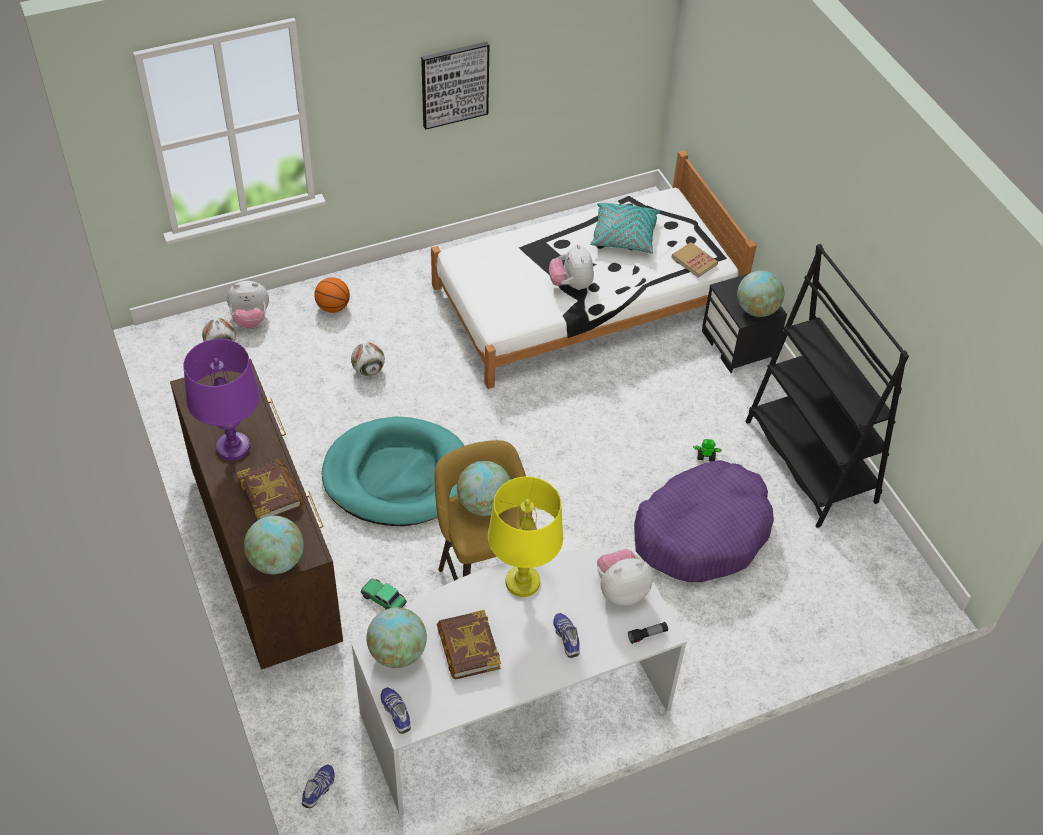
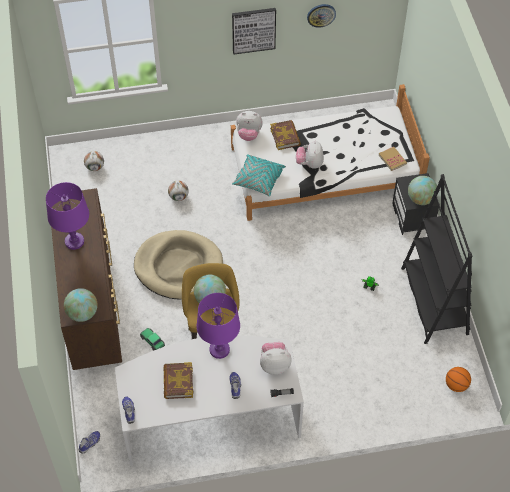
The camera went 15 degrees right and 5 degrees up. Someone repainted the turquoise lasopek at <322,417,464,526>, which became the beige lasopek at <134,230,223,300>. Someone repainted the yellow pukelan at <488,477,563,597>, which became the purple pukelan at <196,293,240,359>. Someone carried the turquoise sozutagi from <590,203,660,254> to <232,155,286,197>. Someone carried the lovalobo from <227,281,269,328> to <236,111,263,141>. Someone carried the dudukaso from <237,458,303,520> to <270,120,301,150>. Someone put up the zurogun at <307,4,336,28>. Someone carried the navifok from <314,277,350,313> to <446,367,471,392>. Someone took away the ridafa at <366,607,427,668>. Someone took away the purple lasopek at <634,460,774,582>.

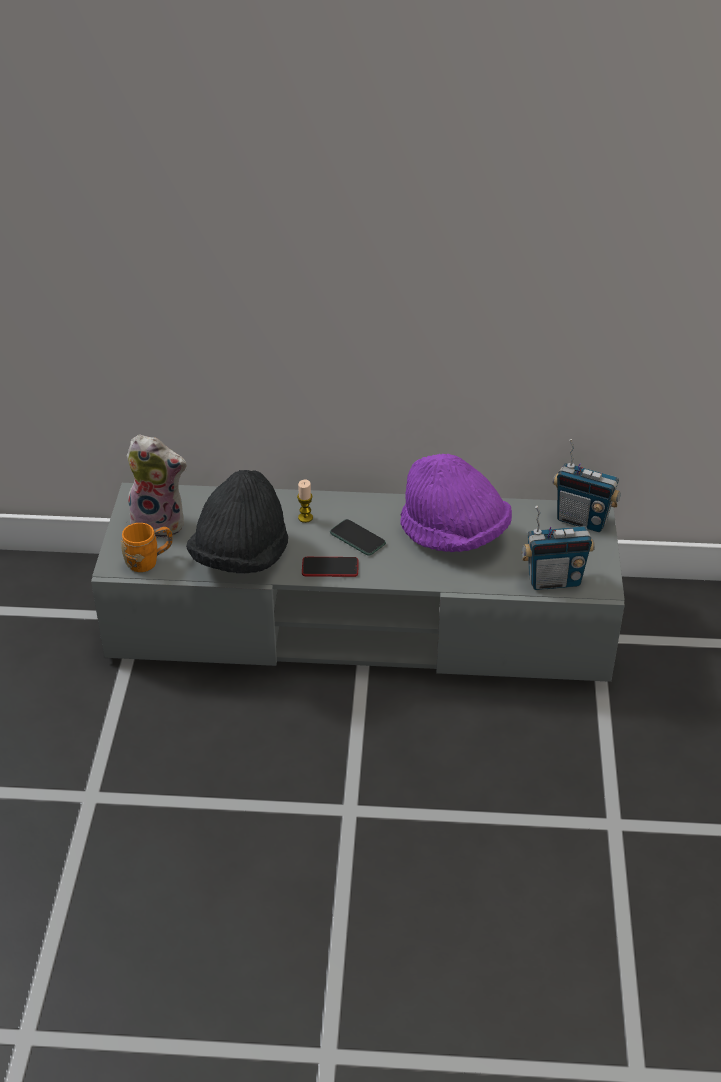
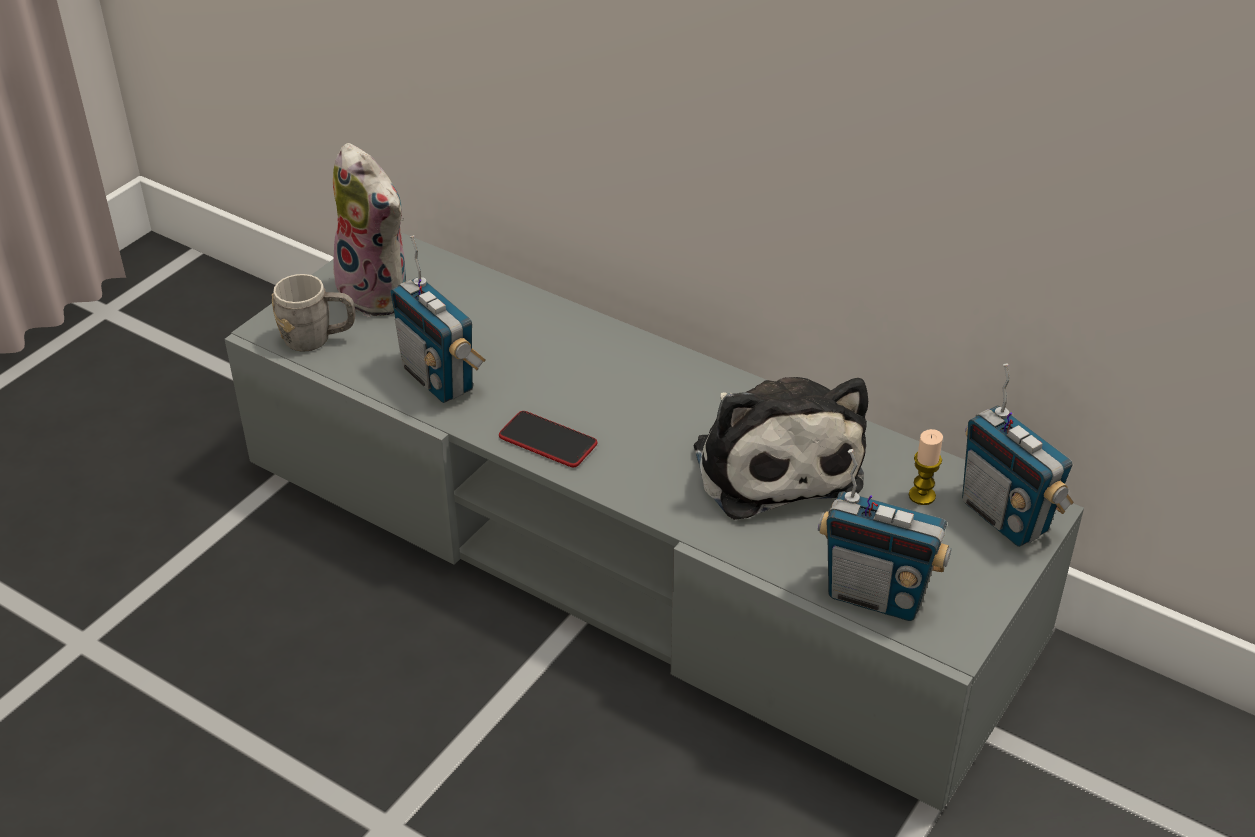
The camera went 30 degrees right and 0 degrees up. Someone repainted the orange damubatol at <121,523,173,572>, which became the grey damubatol at <272,274,355,352>. Someone swapped the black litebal at <186,470,288,573> for the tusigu at <390,235,486,403>. Someone swapped the purple litebal at <400,454,512,552> for the lovalobo at <693,377,868,520>. Someone carried the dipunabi from <297,480,313,523> to <909,429,943,505>. Someone took away the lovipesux at <330,519,386,556>.

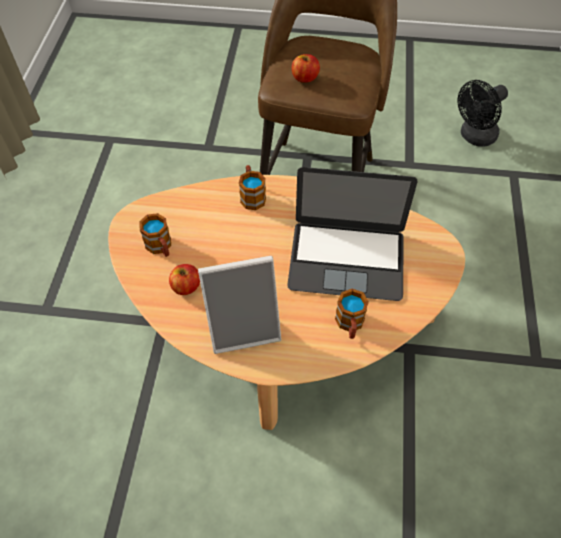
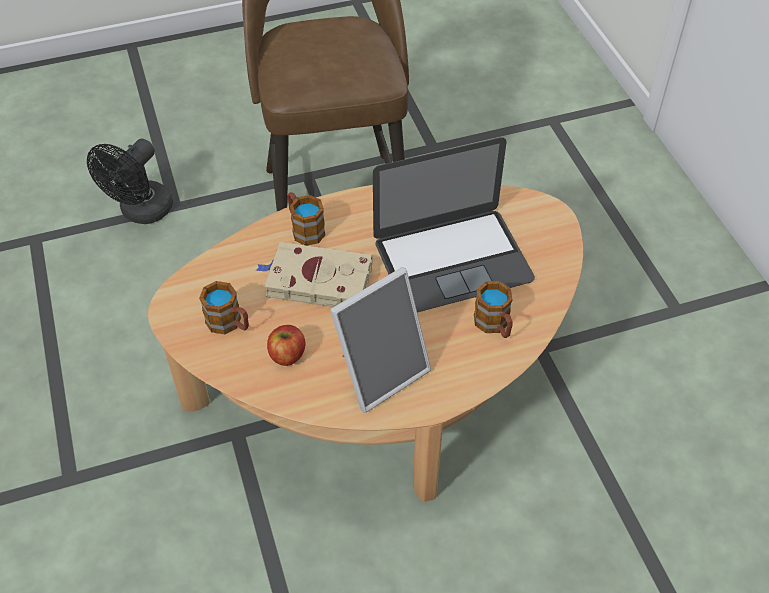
The camera went 25 degrees left and 5 degrees down. Someone carried the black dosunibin from <458,80,508,147> to <87,138,173,224>. Someone put down the beige dudukaso at <256,242,373,307>. Someone took away the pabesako at <292,54,320,83>.

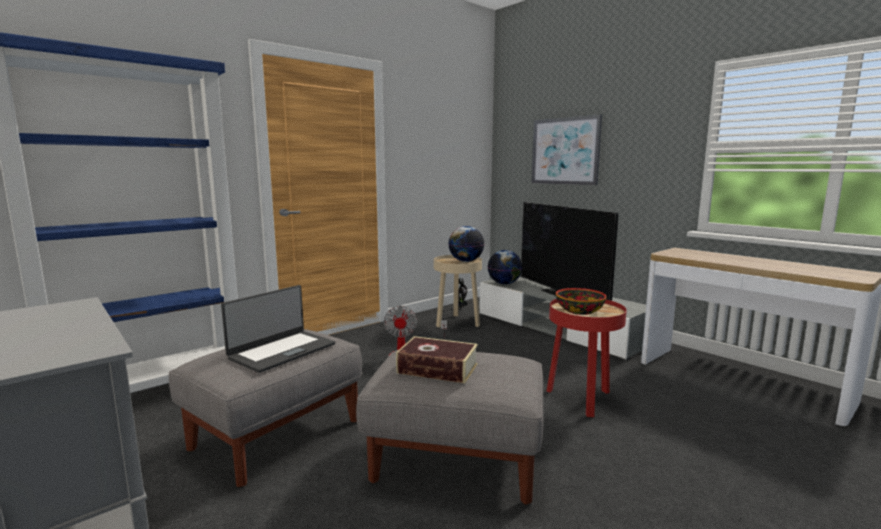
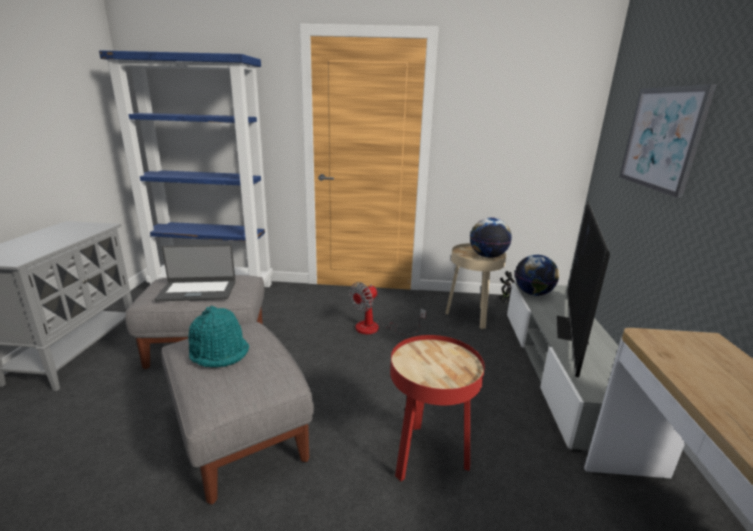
The camera went 45 degrees right and 10 degrees up. Someone swapped the dudukaso at <396,336,478,383> for the turquoise litebal at <188,306,249,367>. Someone took away the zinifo at <556,288,607,315>.

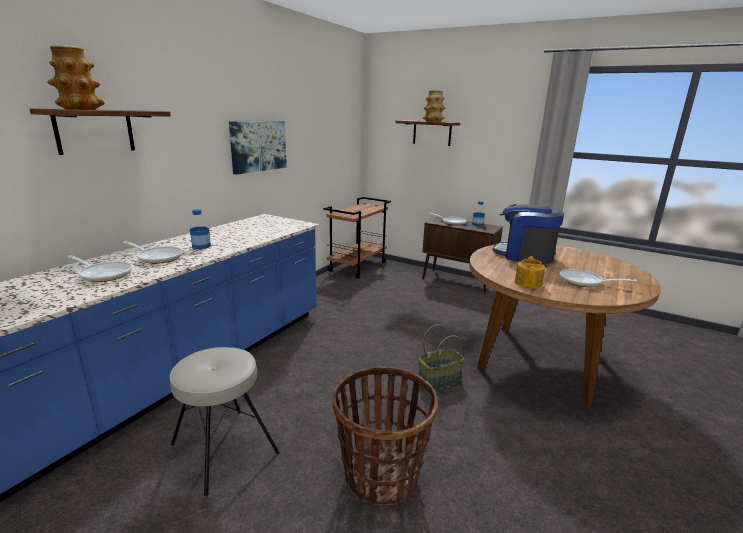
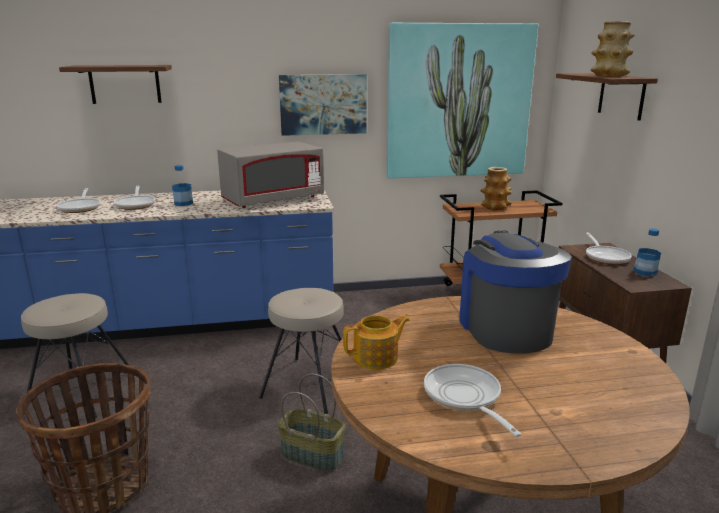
The camera went 50 degrees right and 0 degrees up. Someone put down the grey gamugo at <217,141,324,208>. Someone put down the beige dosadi at <259,288,344,414>. Someone put up the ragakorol at <387,23,538,178>. Someone carried the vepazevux from <47,45,104,110> to <480,167,512,210>.

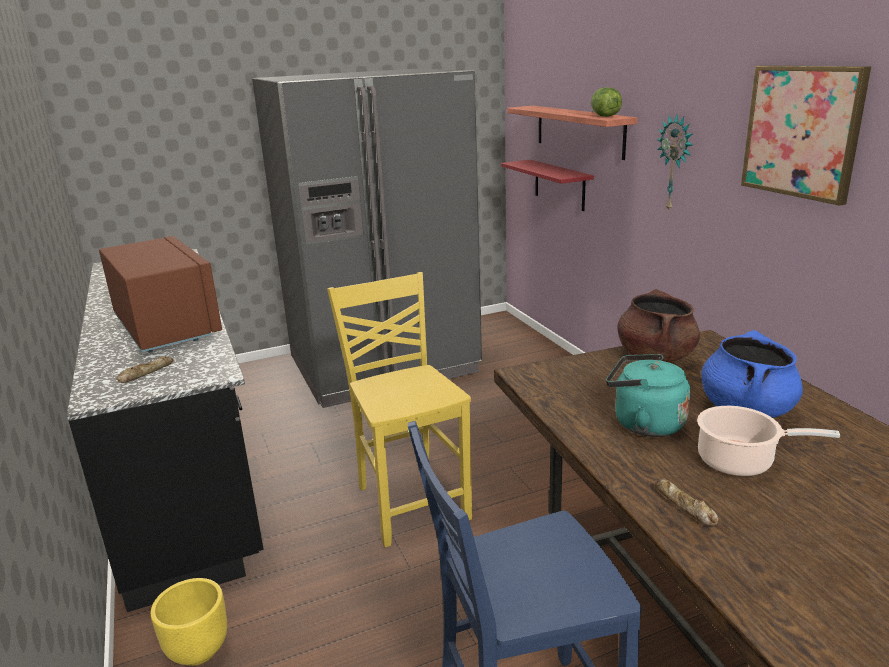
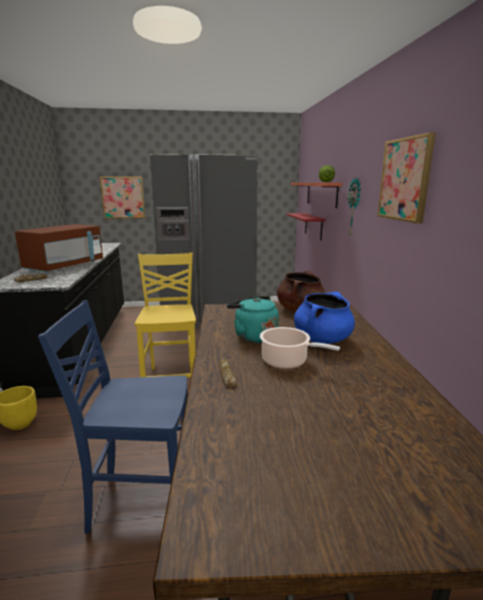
The camera went 15 degrees right and 5 degrees down. Someone rotated the brown gamugo at <99,236,222,353> by 45 degrees clockwise. Someone put up the ragakorol at <100,177,145,219>.

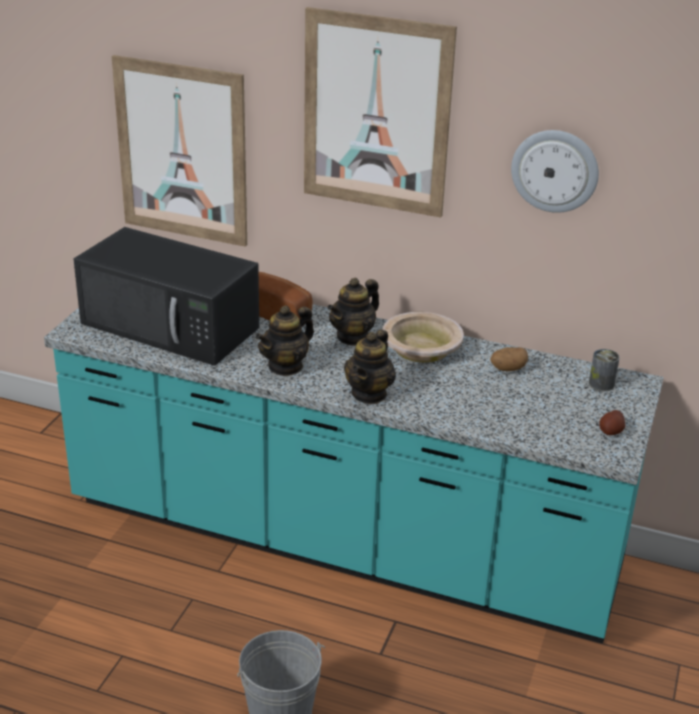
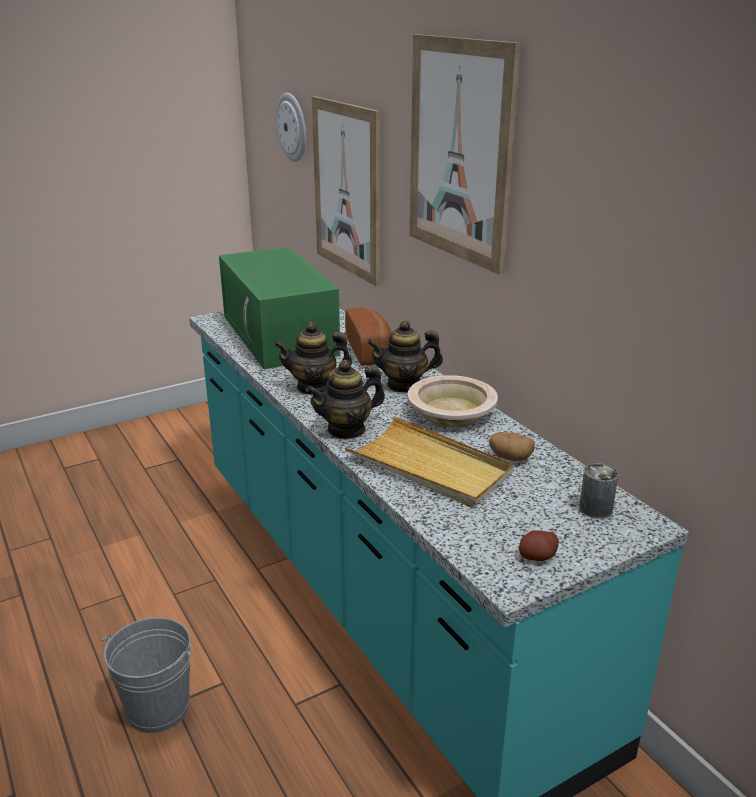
The camera went 40 degrees right and 5 degrees down. Someone repainted the black gamugo at <73,227,259,366>, which became the green gamugo at <219,247,340,369>. Someone carried the zurogun from <511,130,599,213> to <276,93,306,162>. Someone put down the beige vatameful at <345,416,514,507>.

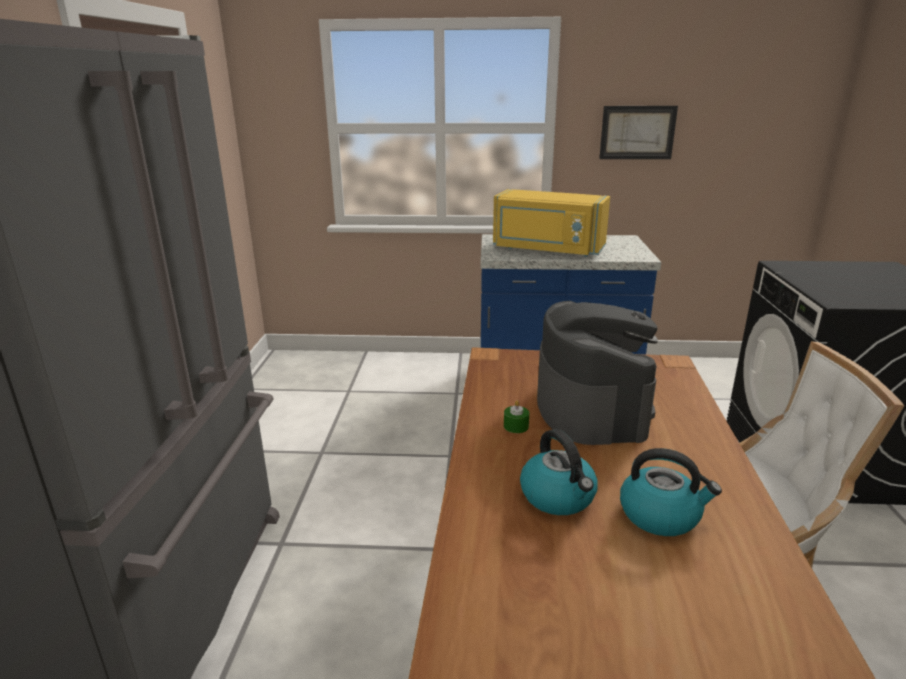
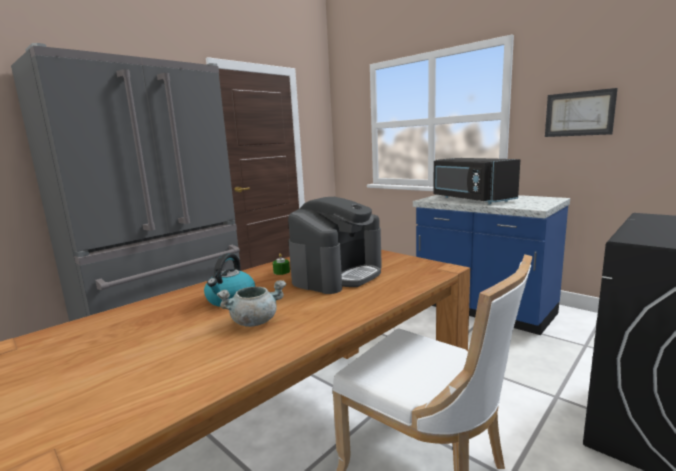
The camera went 40 degrees right and 10 degrees down. Someone swapped the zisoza at <620,448,722,536> for the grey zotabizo at <216,281,286,327>. Someone repainted the yellow gamugo at <493,189,610,257>, which became the black gamugo at <433,158,520,204>.

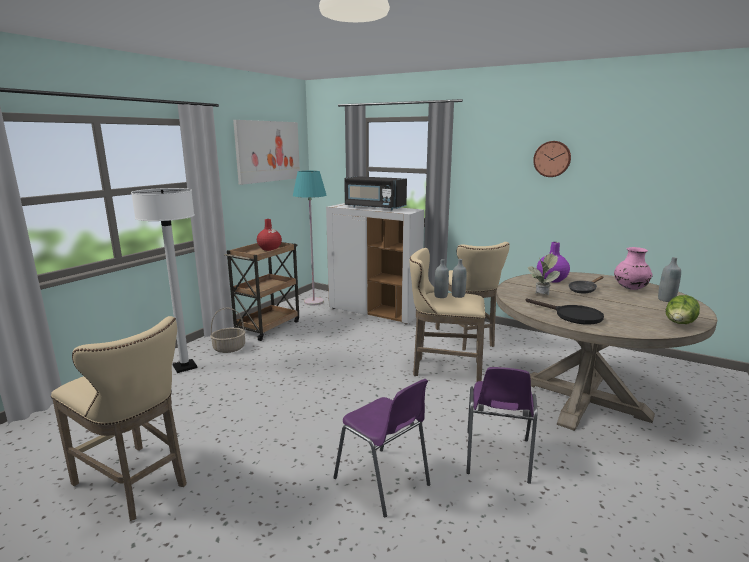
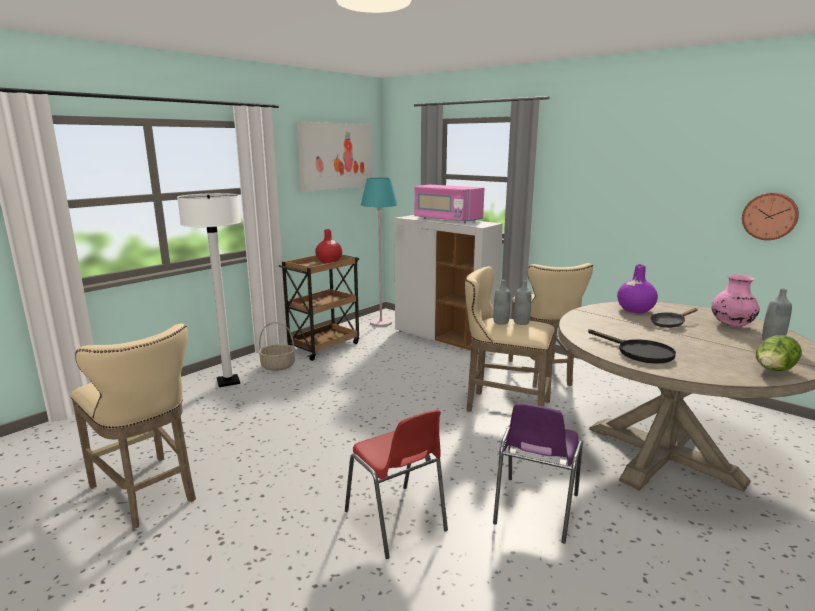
The camera went 10 degrees right and 0 degrees up. Someone repainted the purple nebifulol at <333,379,430,517>, which became the red nebifulol at <345,409,448,559>. Someone repainted the black gamugo at <344,176,407,210>, which became the pink gamugo at <414,185,484,223>. Someone carried the zurogun from <533,141,571,177> to <742,193,799,240>. Someone took away the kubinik at <528,254,560,295>.

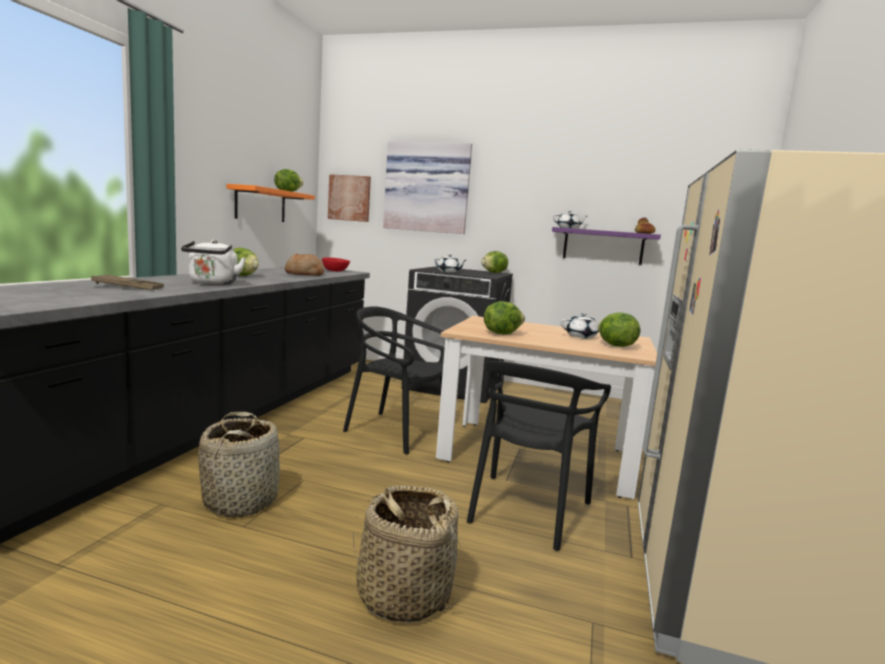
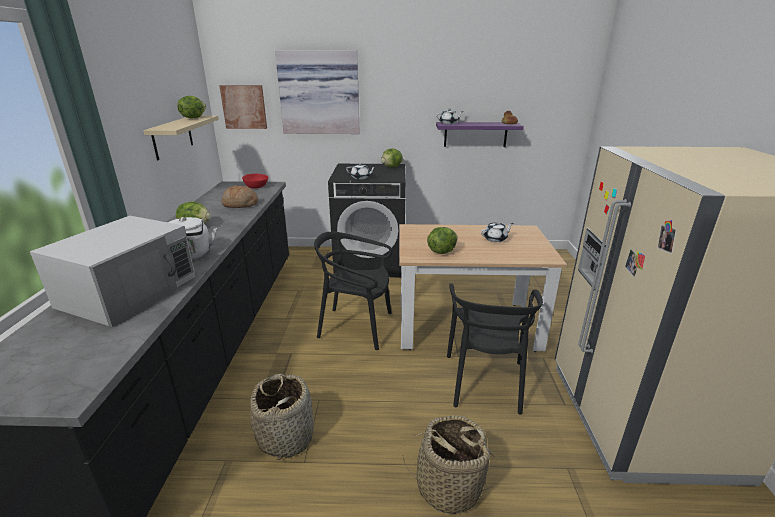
The camera went 15 degrees left and 15 degrees up. Someone swapped the brown vatameful at <91,274,164,290> for the white gamugo at <30,216,196,327>. Someone repainted the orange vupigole at <227,184,315,222>, which became the beige vupigole at <143,116,219,161>. Someone took away the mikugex at <598,312,640,347>.

